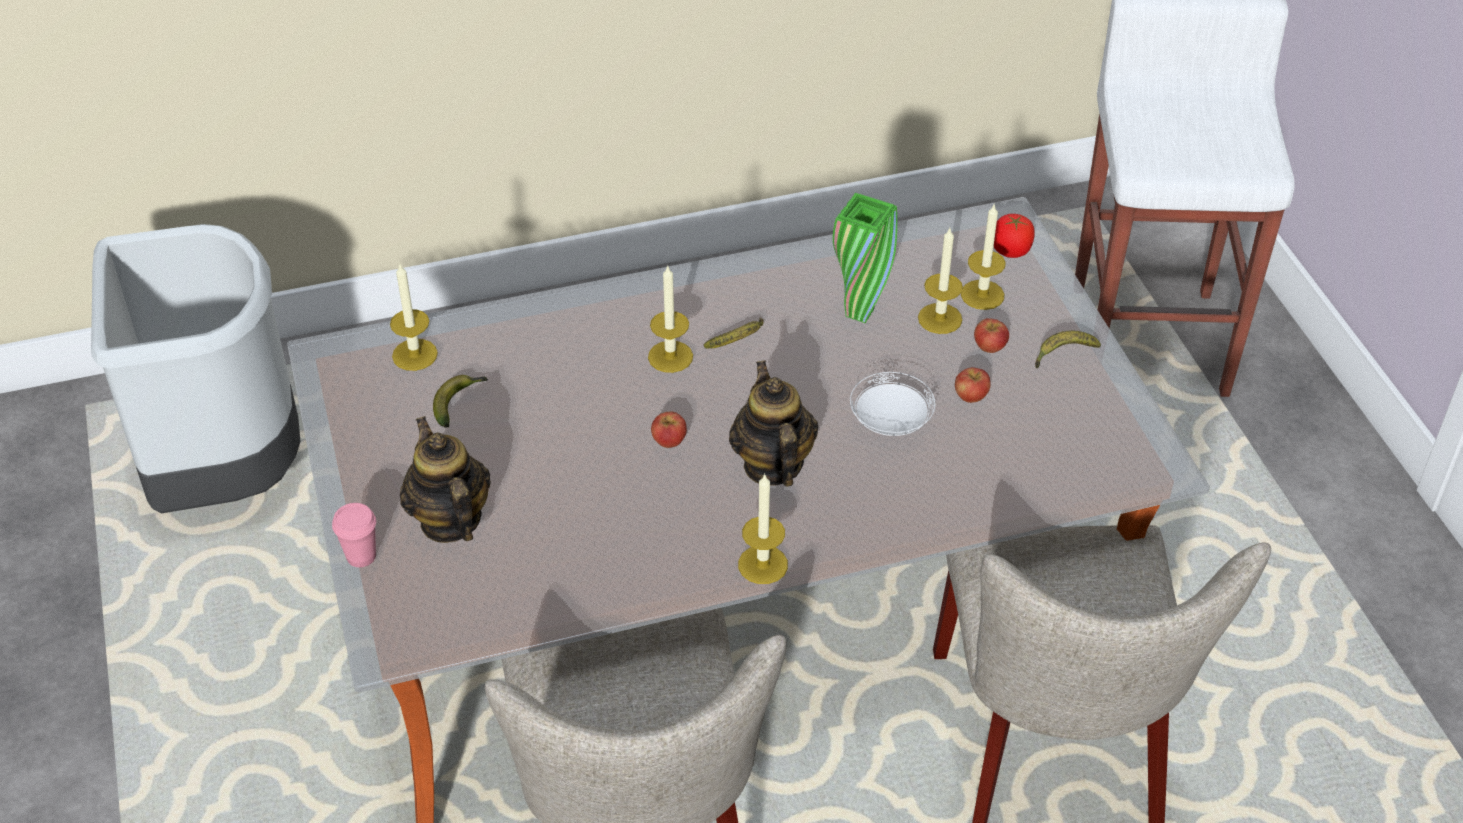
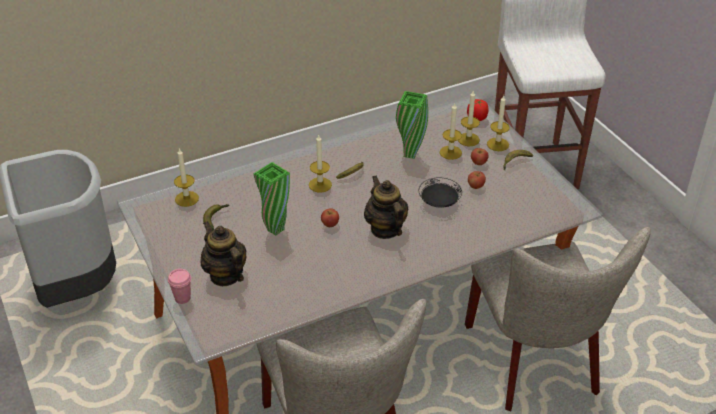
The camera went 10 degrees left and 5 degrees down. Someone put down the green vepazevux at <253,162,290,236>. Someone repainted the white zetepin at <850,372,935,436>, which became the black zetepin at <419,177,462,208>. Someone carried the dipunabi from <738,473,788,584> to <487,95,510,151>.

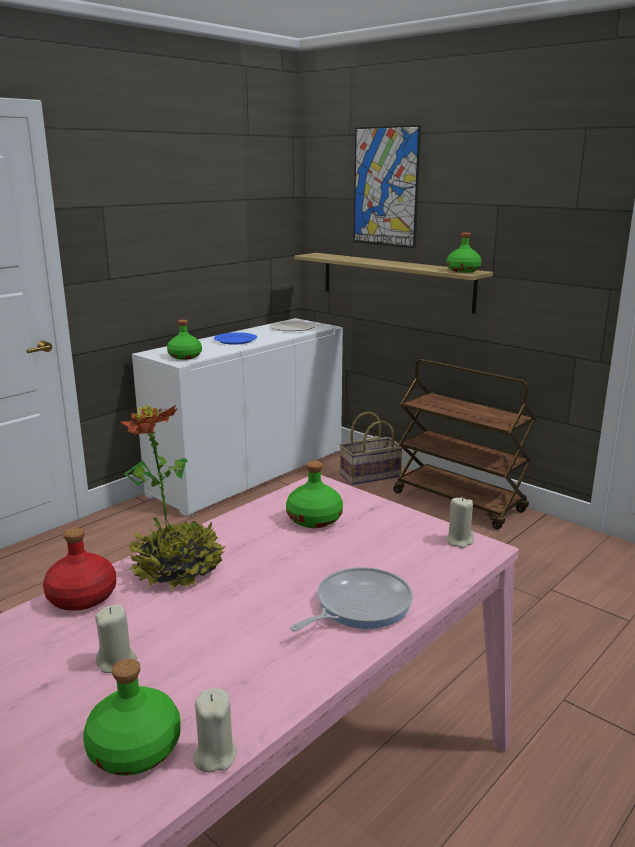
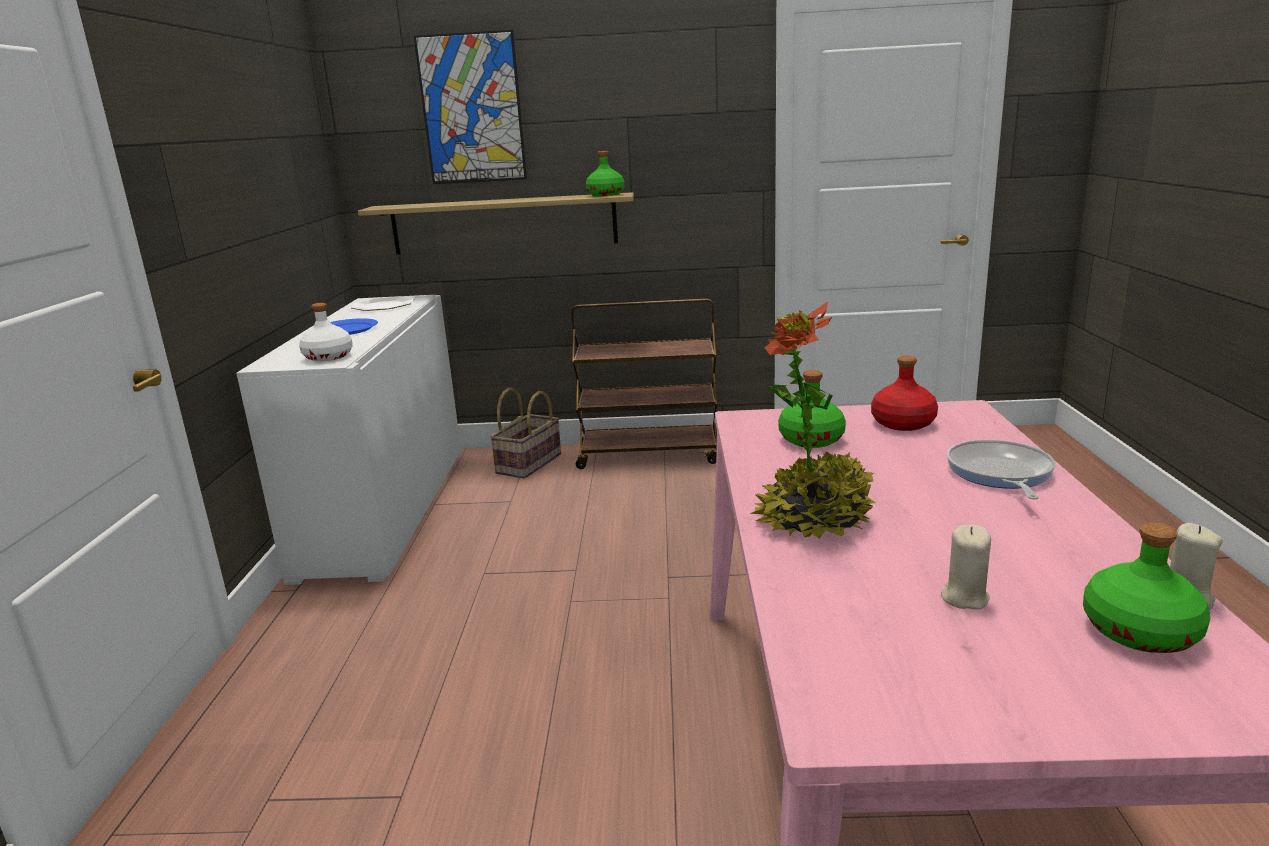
The camera went 40 degrees left and 0 degrees up. Someone repainted the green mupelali at <167,320,202,360>, which became the white mupelali at <299,303,353,362>. Someone carried the red mupelali from <43,527,116,610> to <871,356,938,431>. Someone took away the beige dipunabi at <445,497,474,549>.

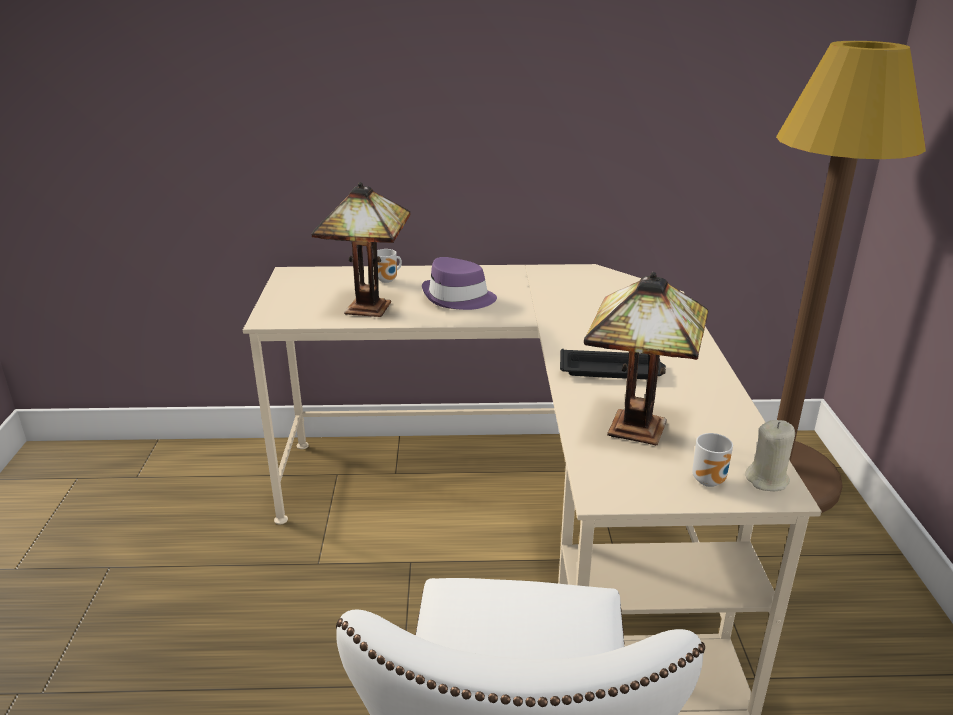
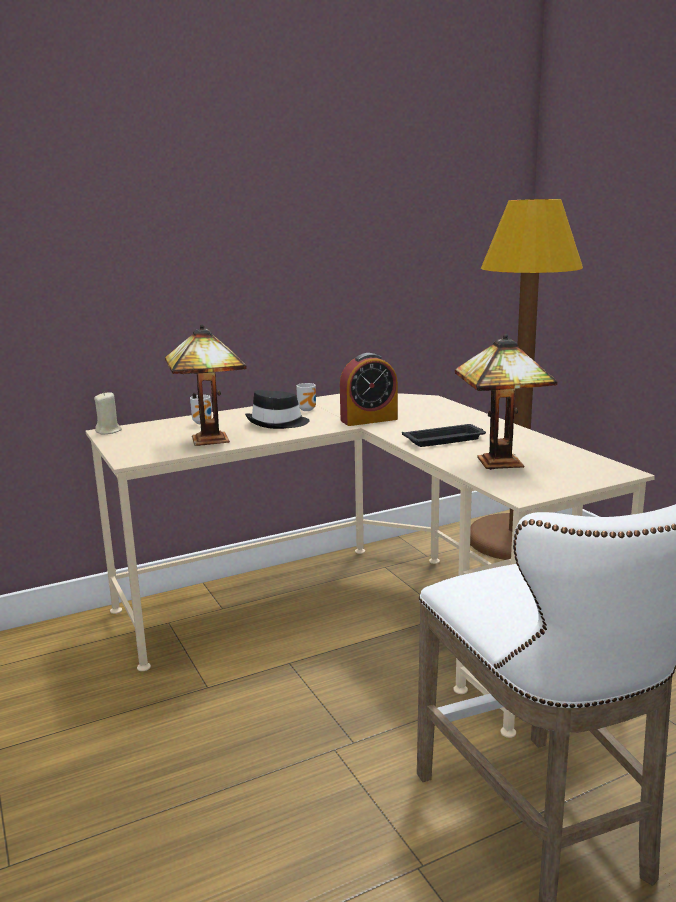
The camera went 25 degrees left and 10 degrees down. Someone carried the beige dipunabi from <745,420,795,491> to <94,391,122,434>. Someone repainted the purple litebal at <422,257,497,310>, which became the black litebal at <245,390,310,429>. Someone carried the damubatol from <692,433,733,487> to <296,383,316,411>. Someone put down the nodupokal at <340,353,398,426>.

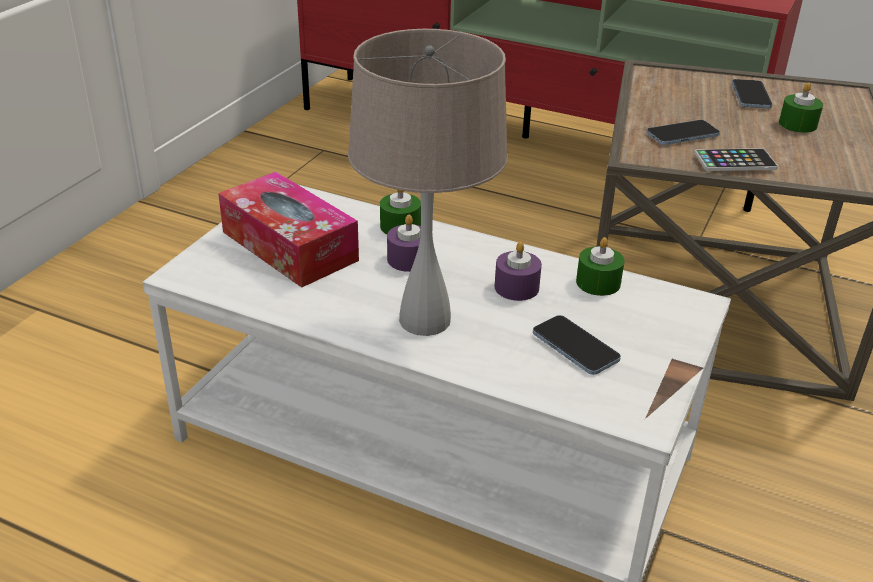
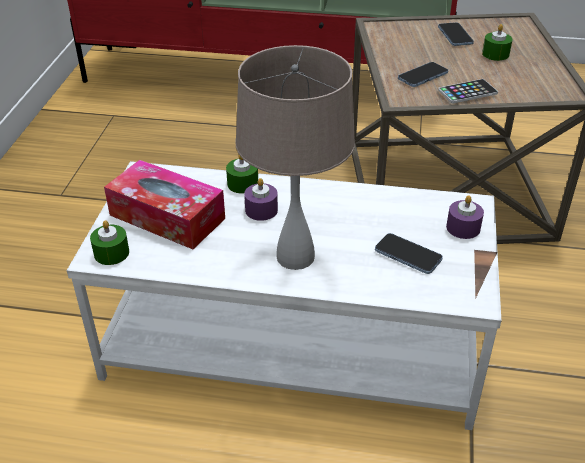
The camera went 15 degrees left and 5 degrees up. Someone carried the green dipunabi from <576,237,624,296> to <90,220,129,265>. Someone carried the purple dipunabi from <495,242,542,301> to <446,195,484,239>.

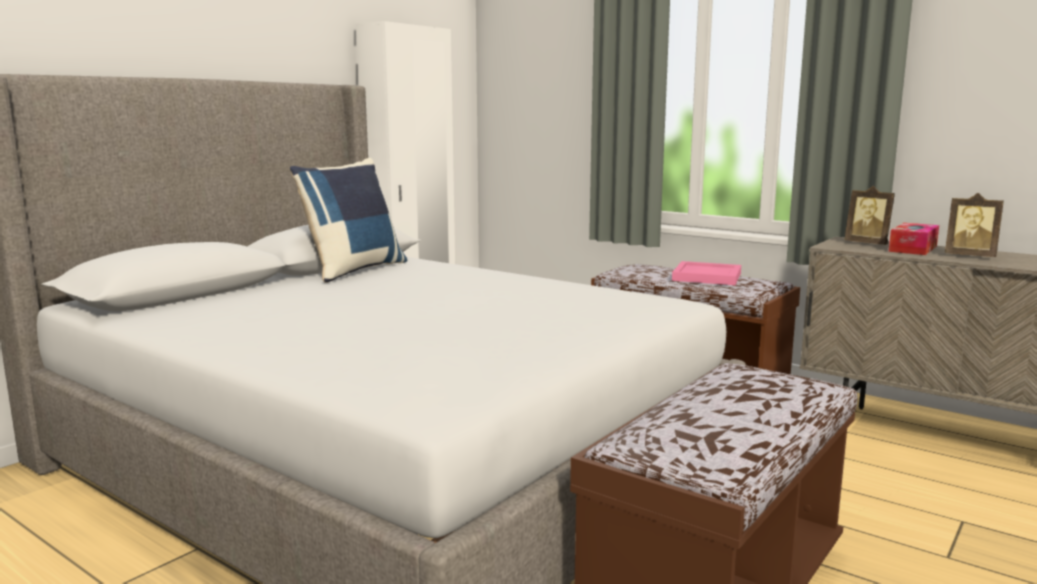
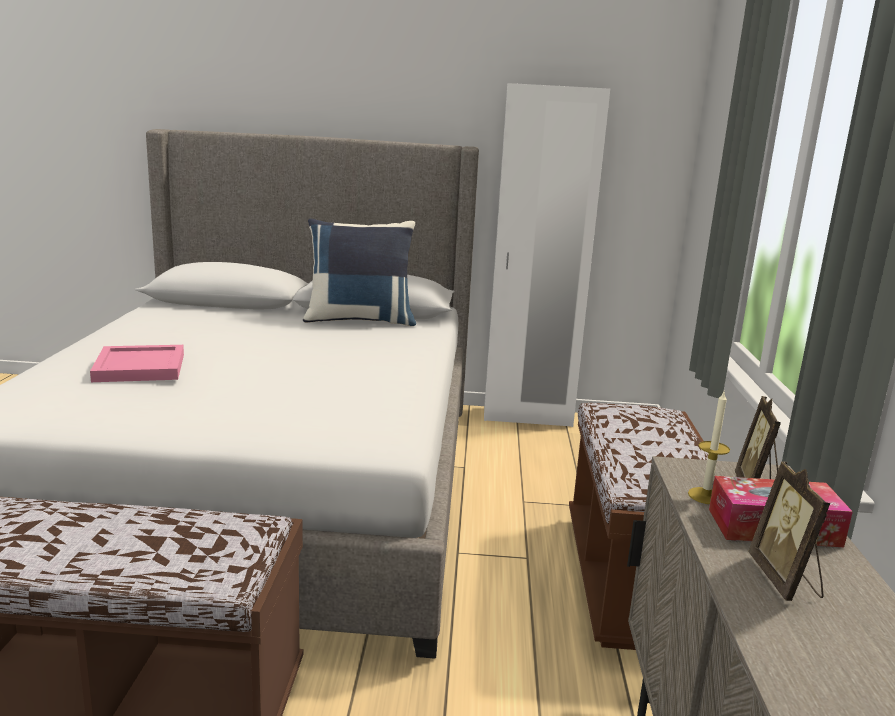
The camera went 55 degrees right and 5 degrees up. Someone carried the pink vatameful from <672,261,741,285> to <90,345,184,382>. Someone put down the dipunabi at <688,392,730,504>.

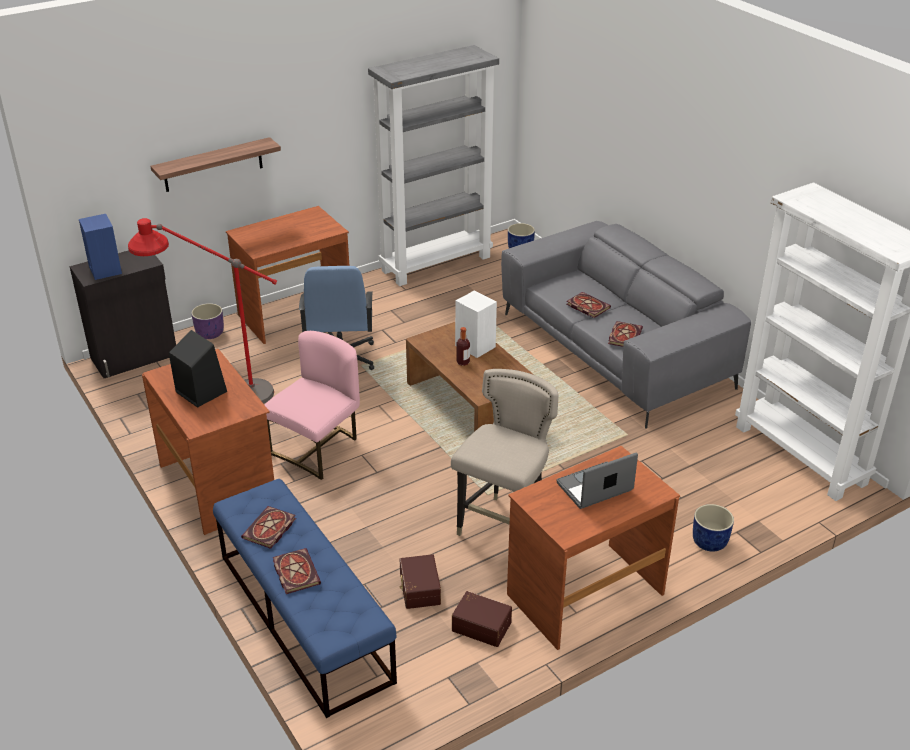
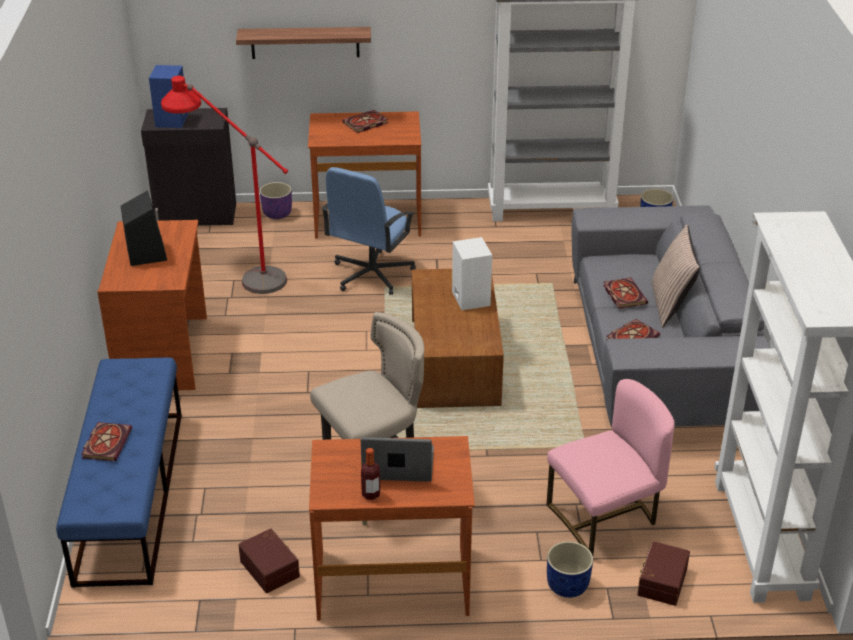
The camera went 30 degrees right and 0 degrees up. Someone carried the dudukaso from <241,506,296,549> to <342,110,388,133>. Someone carried the mupelali from <457,327,470,366> to <361,448,380,500>. Someone carried the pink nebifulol from <264,331,360,480> to <547,379,675,555>. Someone carried the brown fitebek from <400,554,441,609> to <637,541,690,606>. Someone put down the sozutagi at <652,224,700,327>.

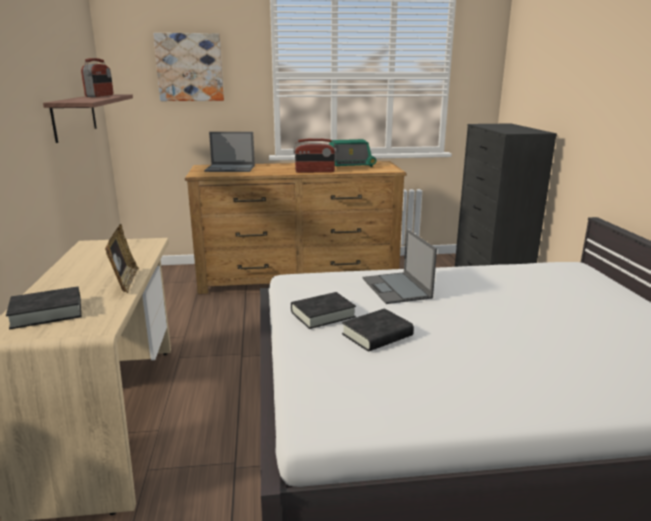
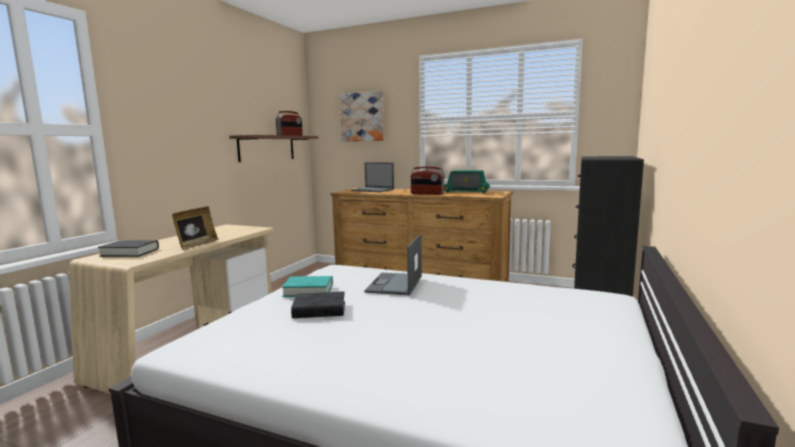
The camera went 30 degrees right and 10 degrees down. Someone repainted the black dudukaso at <291,292,356,329>, which became the turquoise dudukaso at <282,276,333,297>.

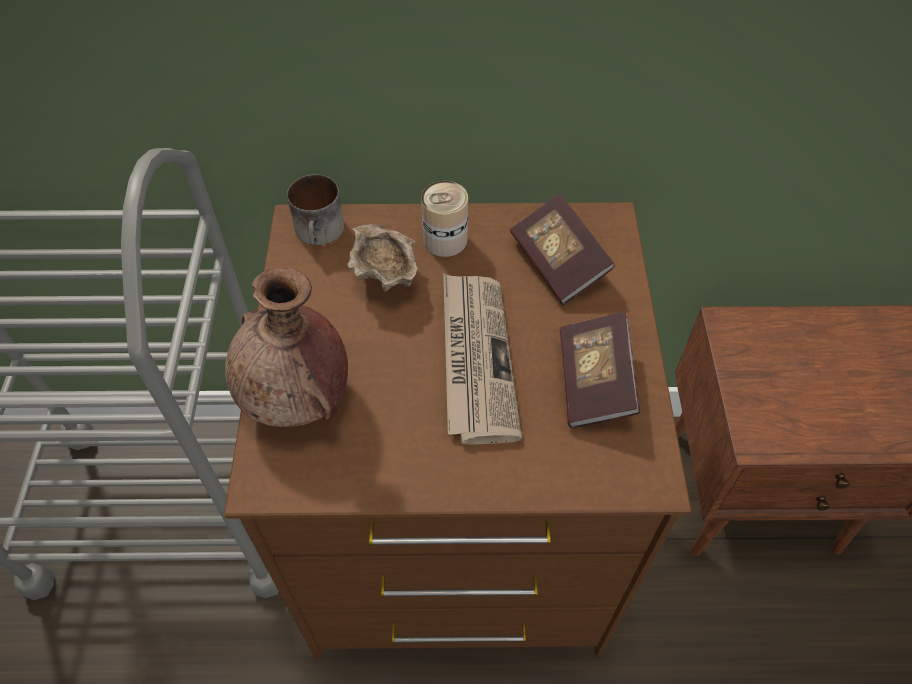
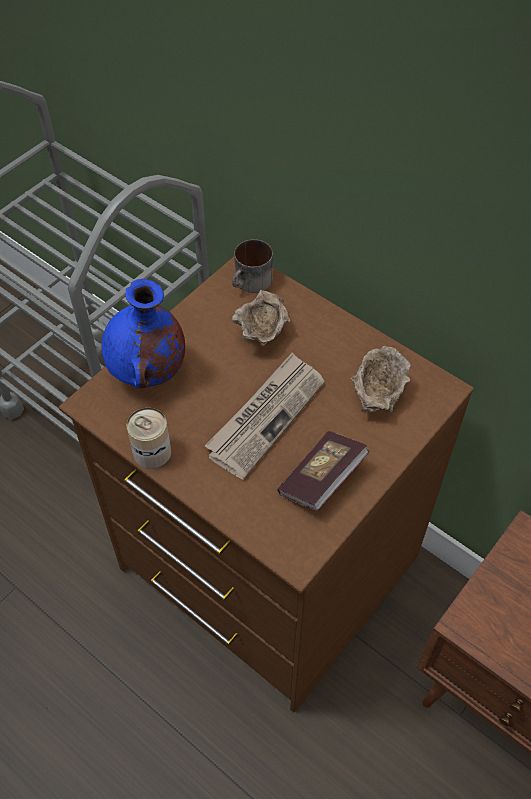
The camera went 40 degrees right and 0 degrees up. Someone repainted the brown vepazevux at <225,268,348,427>, which became the blue vepazevux at <101,279,185,388>. Someone carried the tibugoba from <421,181,468,257> to <127,408,171,469>. Someone swapped the dudukaso at <510,193,615,305> for the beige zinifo at <351,346,411,413>.

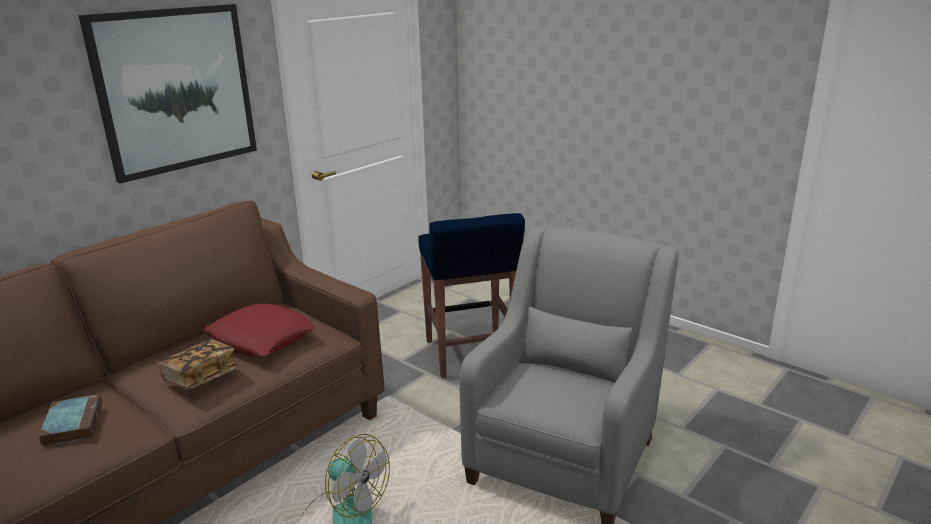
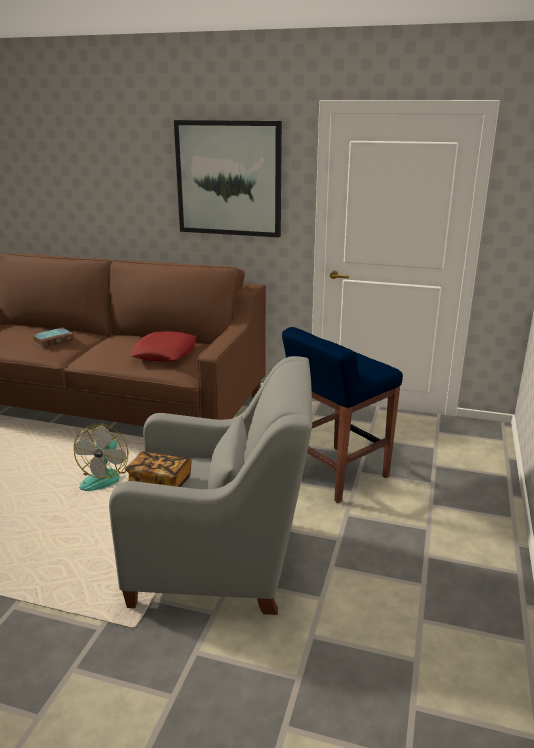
The camera went 65 degrees right and 0 degrees up. Someone carried the dudukaso from <158,339,238,390> to <125,451,192,487>.

